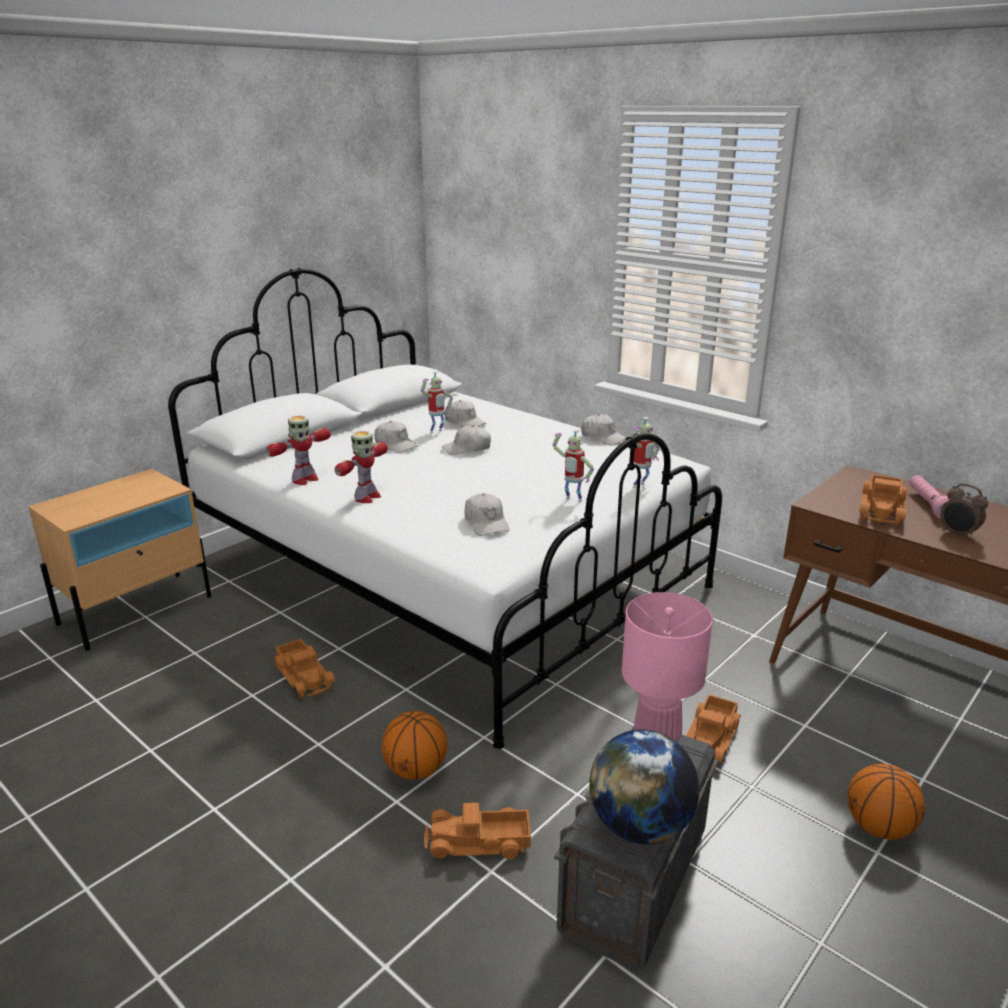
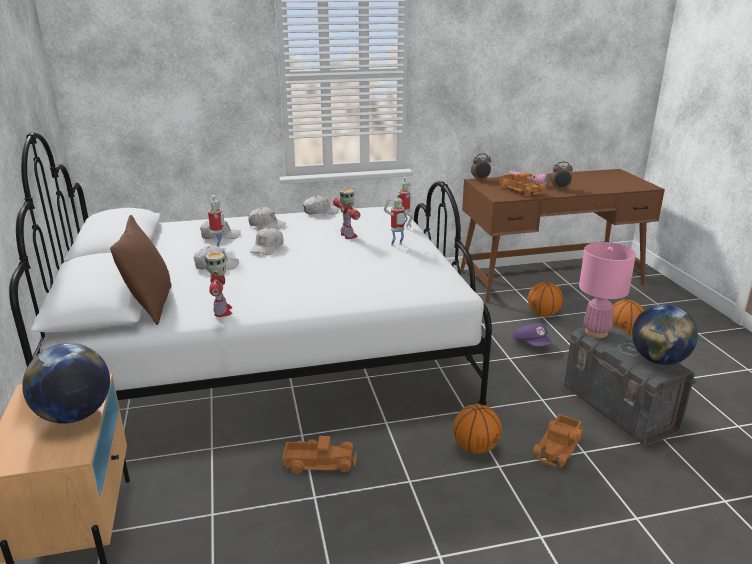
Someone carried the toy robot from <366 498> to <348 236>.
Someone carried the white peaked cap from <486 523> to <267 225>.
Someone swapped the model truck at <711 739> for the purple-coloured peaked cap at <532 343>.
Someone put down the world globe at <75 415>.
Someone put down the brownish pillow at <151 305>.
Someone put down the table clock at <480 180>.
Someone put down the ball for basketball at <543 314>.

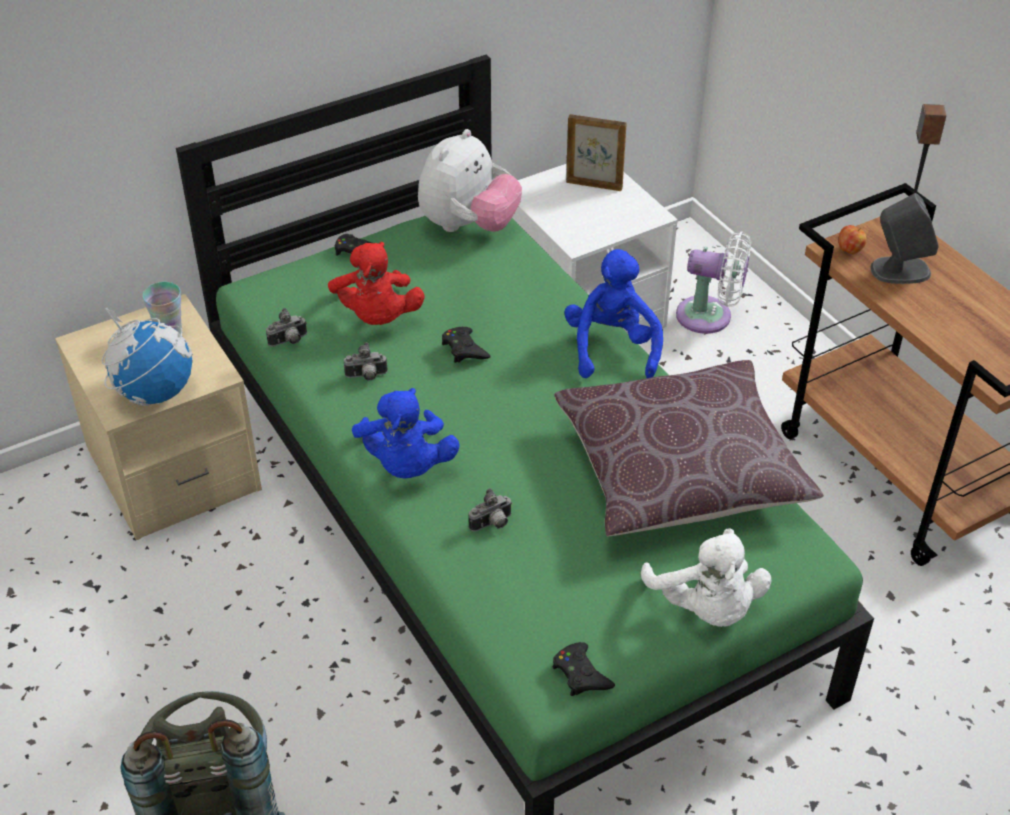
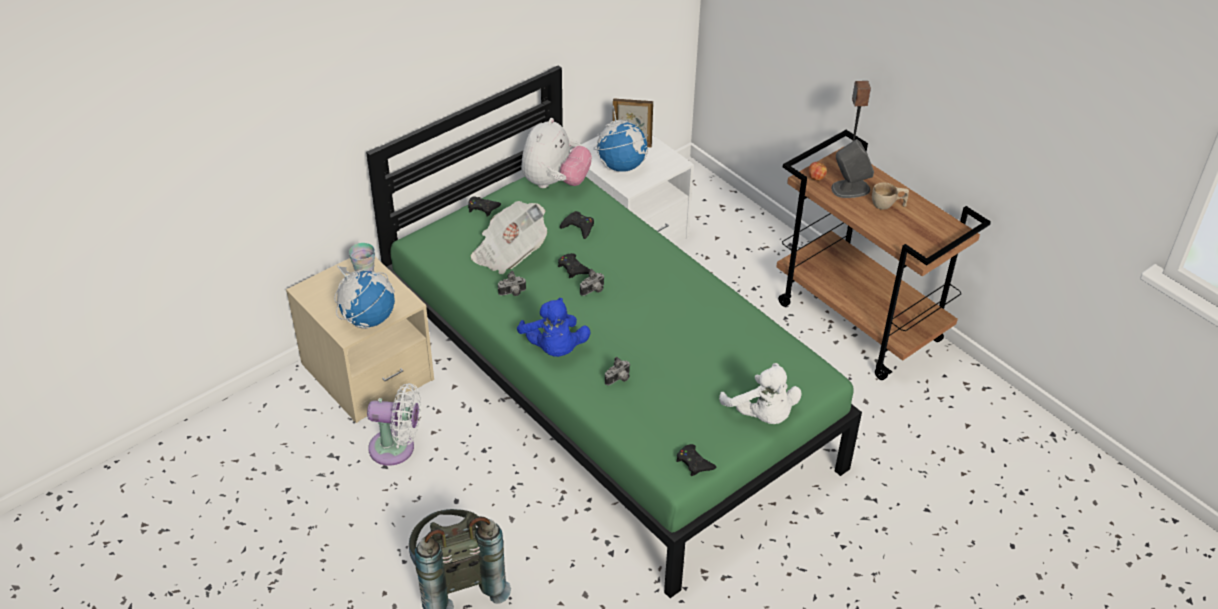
Someone carried the still camera from <289 342> to <593 291>.
Someone swapped the reddish soft toy at <377 317> for the daily paper at <509 253>.
Someone took away the brownish pillow at <680 470>.
Someone took away the bluish soft toy at <612 348>.
Someone carried the white cooling fan from <710 317> to <397 448>.
Someone put down the black-coloured game controller at <578 227>.
Someone put down the world globe at <621 165>.
Someone put down the sand-coloured cup at <888 205>.

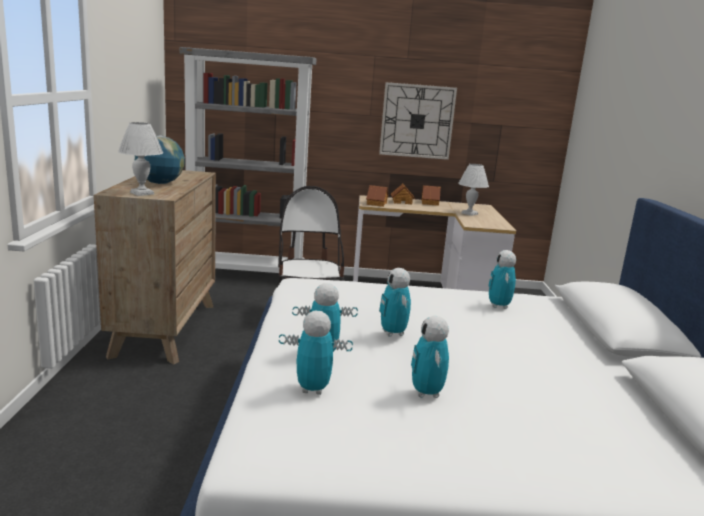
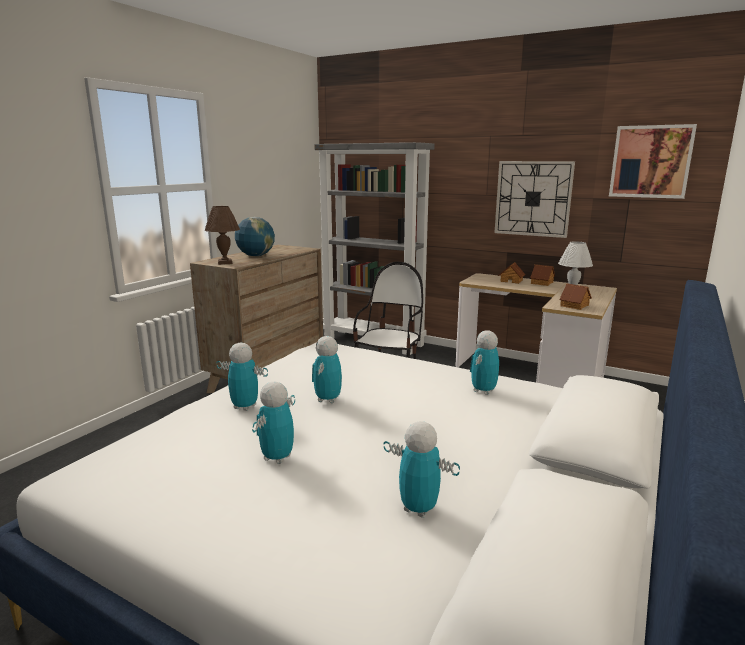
Someone repainted the white table lamp at <142 193>, which became the brownish table lamp at <225 263>.
Someone carried the toy robot from <312 389> to <418 509>.
Someone carried the model house from <377 204> to <575 305>.
Someone put up the wall art at <650 162>.

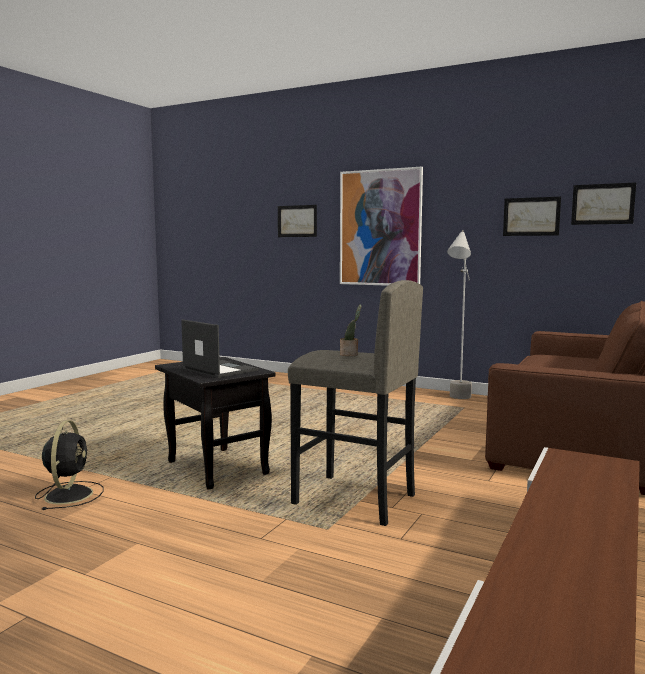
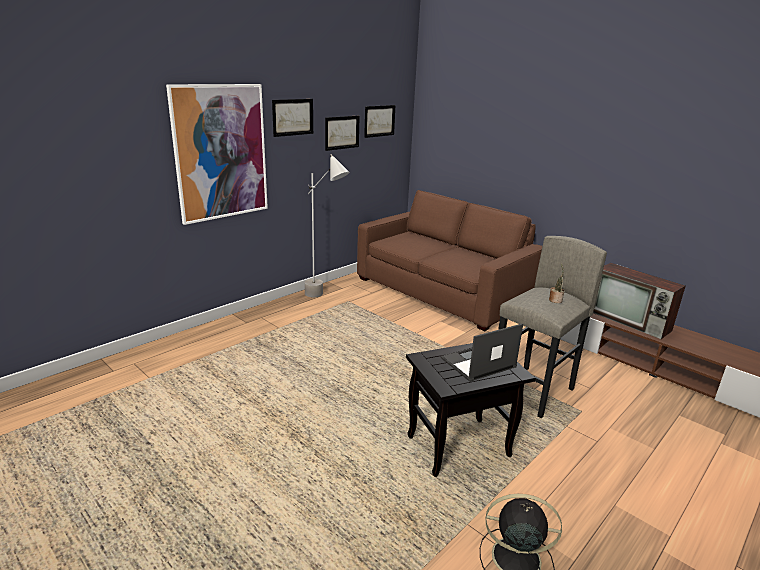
Someone carried the wall art from <297 221> to <293 117>.
Someone put down the television at <630 321>.

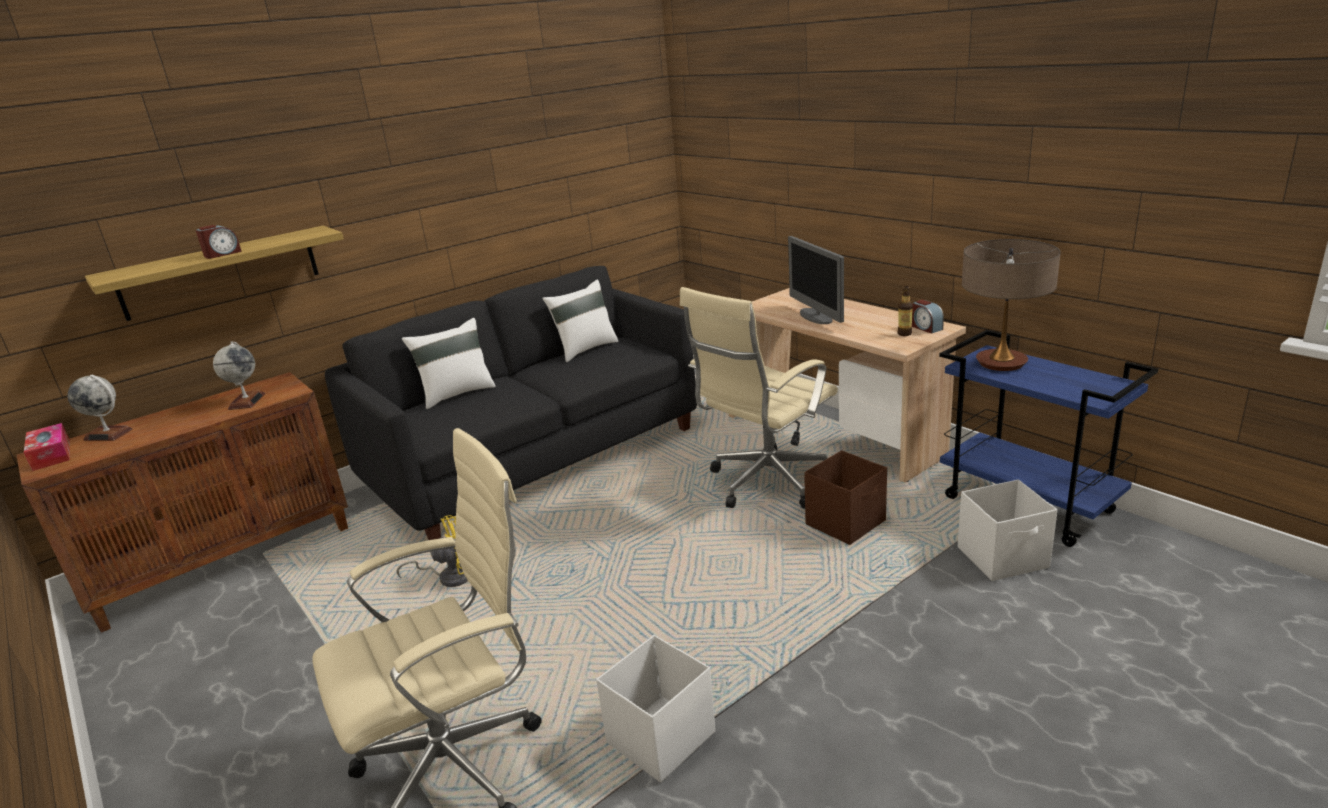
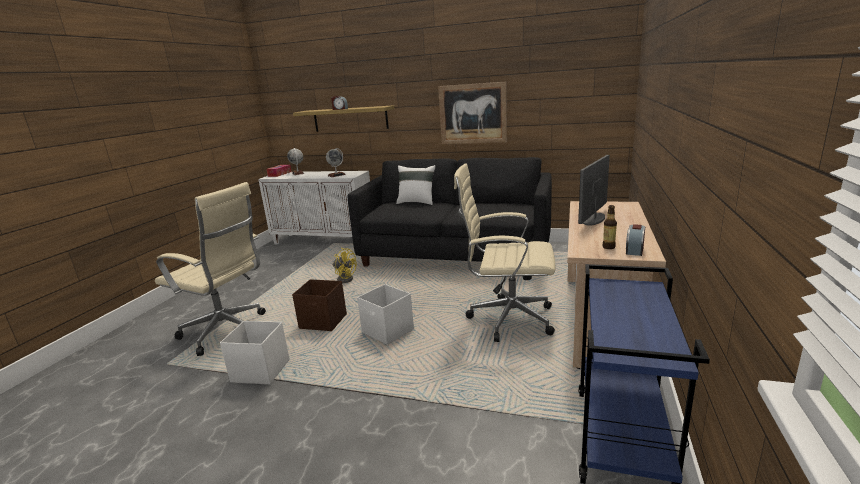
Someone repainted the brownish storage cabinet at <227 561>, which became the white storage cabinet at <324 240>.
Someone took away the white pillow at <585 349>.
Someone carried the brownish storage box from <846 522> to <323 322>.
Someone carried the white storage box from <1003 557> to <388 331>.
Someone took away the table lamp at <1001 363>.
Someone put up the wall art at <472 114>.

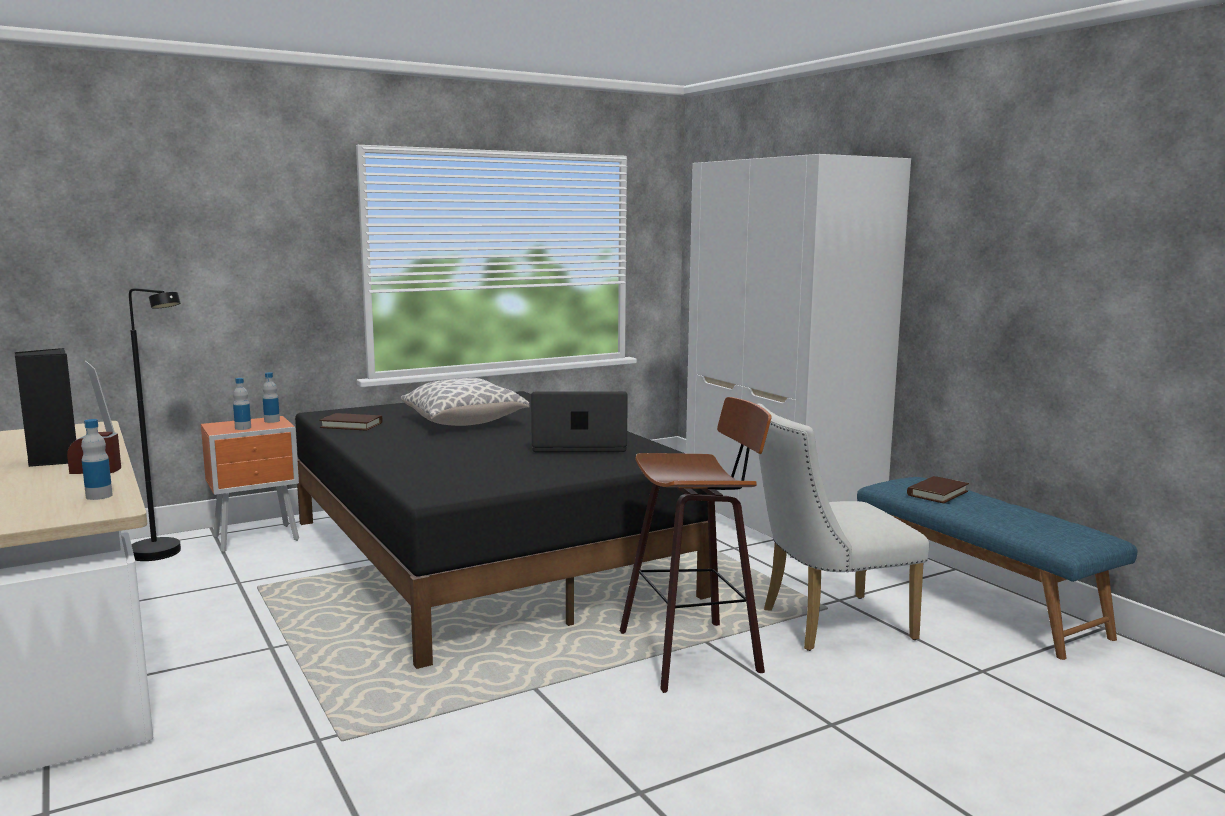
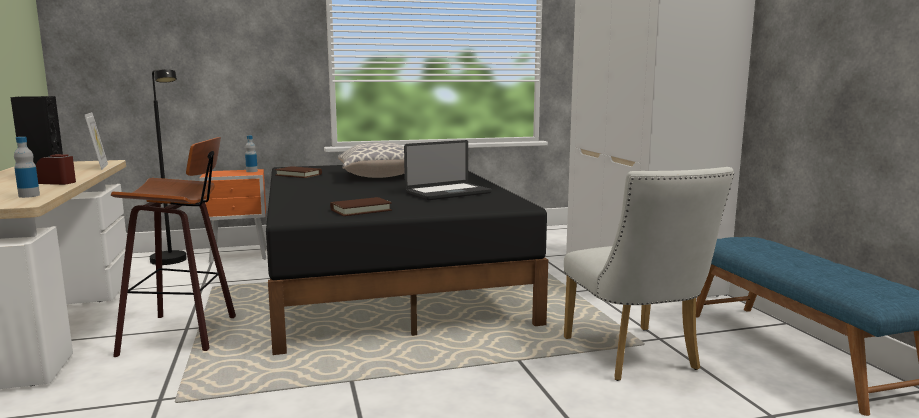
Someone took away the beverage bottle at <243 428>.
Someone rotated the notebook computer at <579 446> by 135 degrees clockwise.
Someone carried the stool seat from <694 652> to <184 334>.
Someone rotated the white plain chair at <826 624> by 105 degrees counterclockwise.
Someone carried the brownish volume from <937 493> to <361 210>.

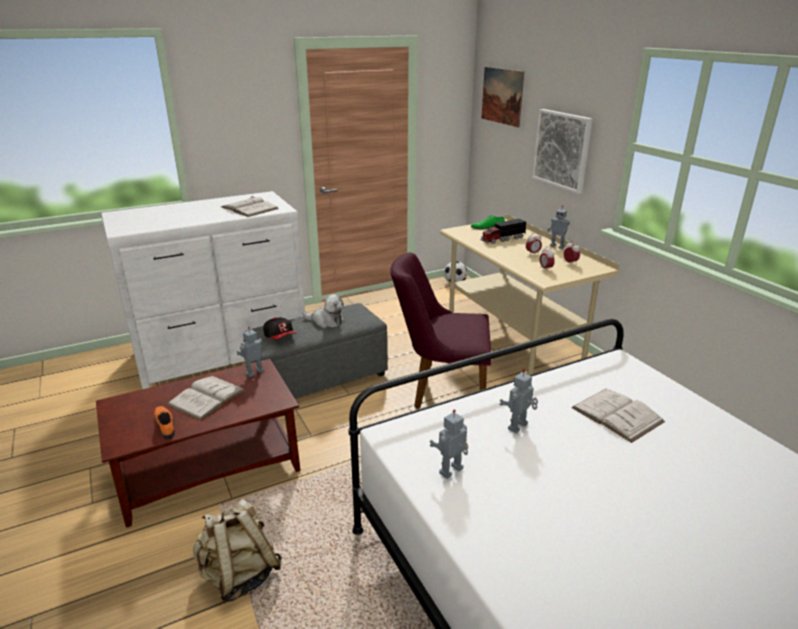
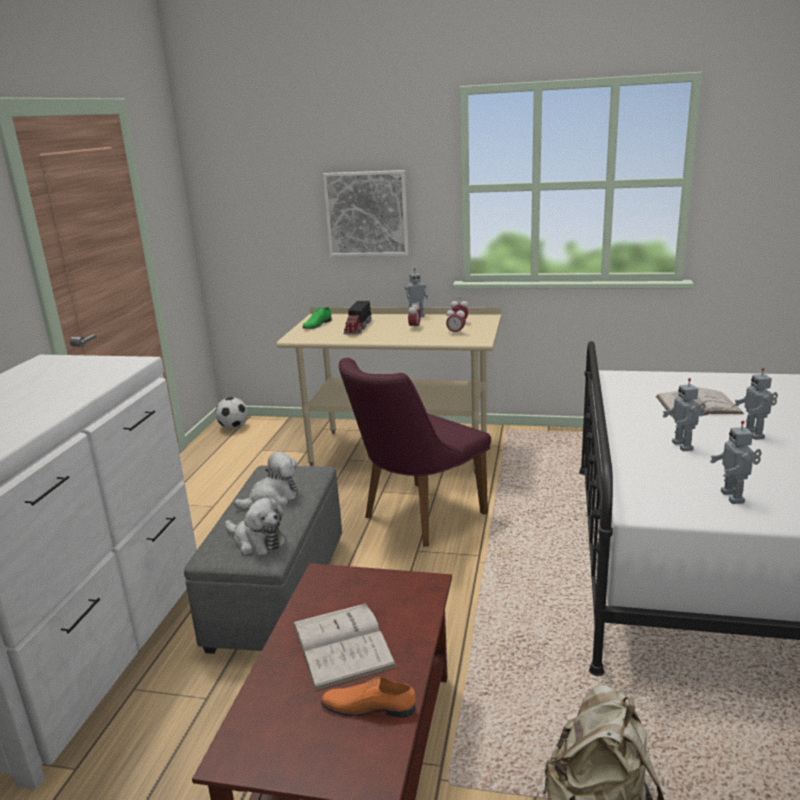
Someone took away the white volume at <249 208>.
Someone carried the toy robot from <255 373> to <754 434>.
Someone swapped the peaked cap at <280 337> for the soft toy at <257 541>.
Someone took away the wall art at <502 96>.

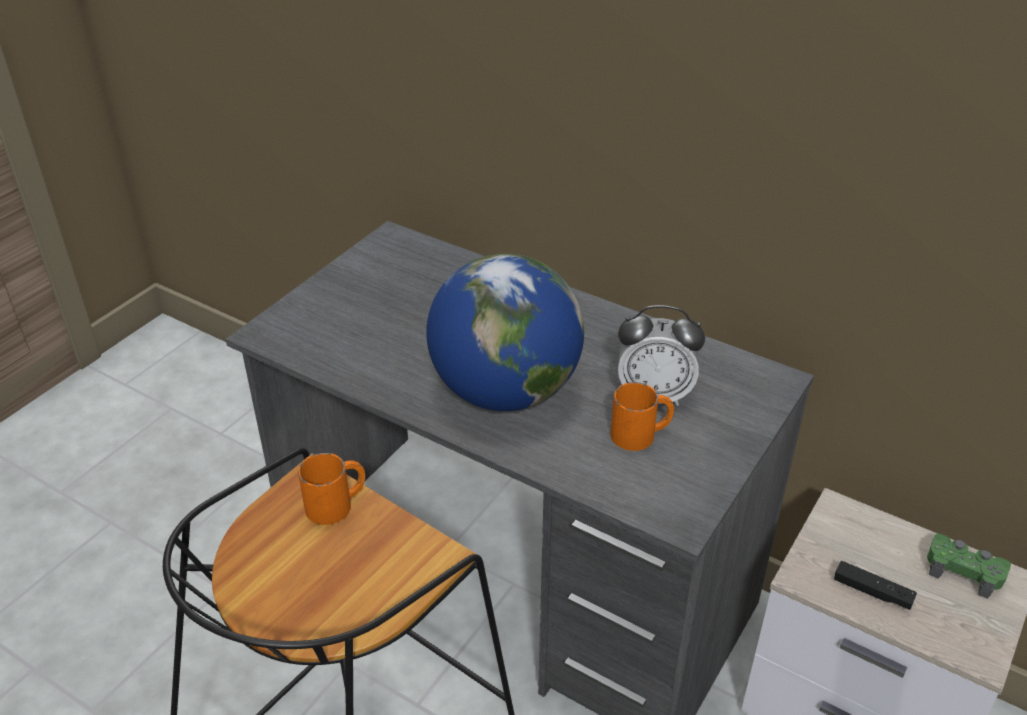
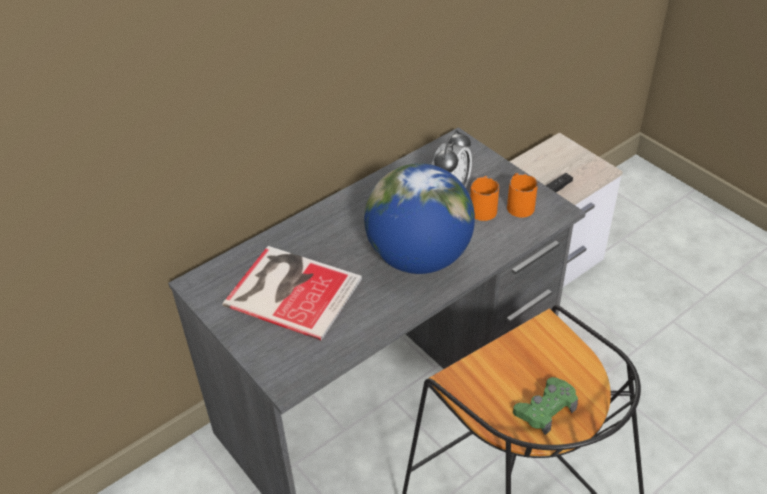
Someone carried the orange mug from <337 503> to <518 204>.
Someone carried the greenish game controller from <964 570> to <545 409>.
Someone put down the volume at <291 289>.

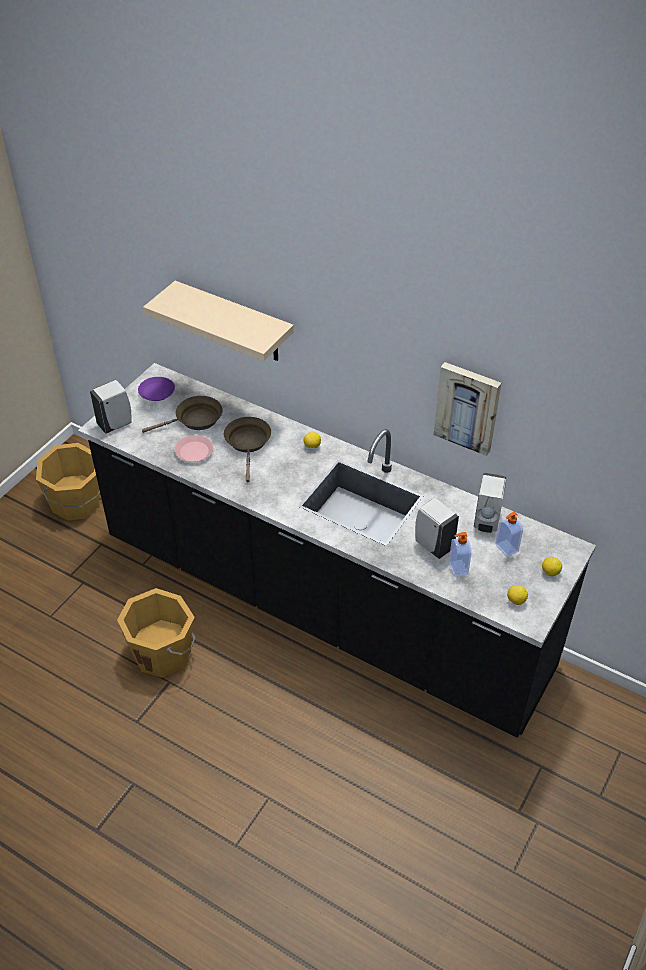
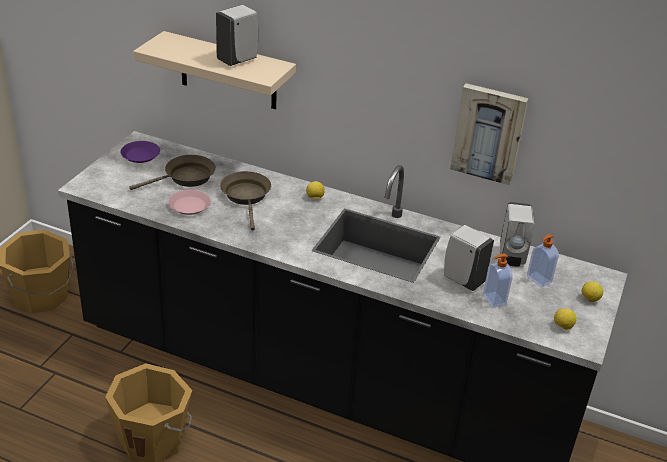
Someone carried the white liquid soap bottle from <116 424> to <238 60>.

